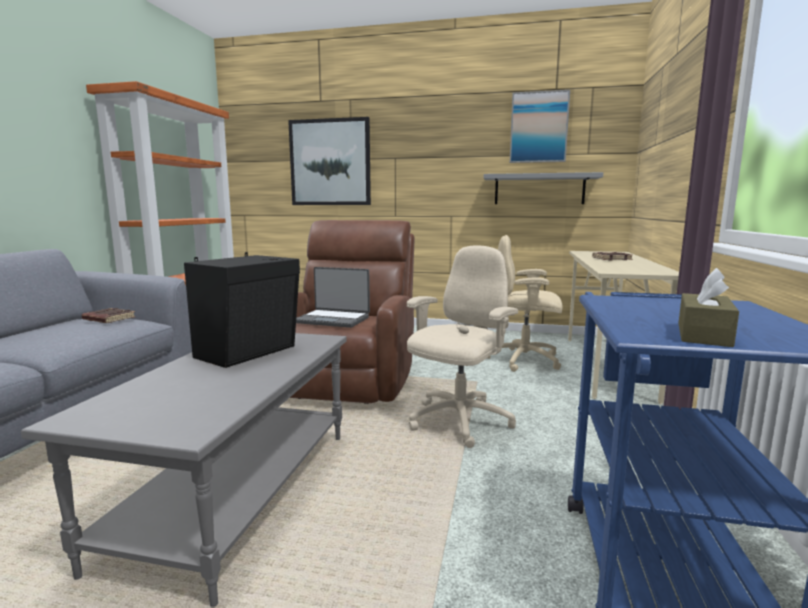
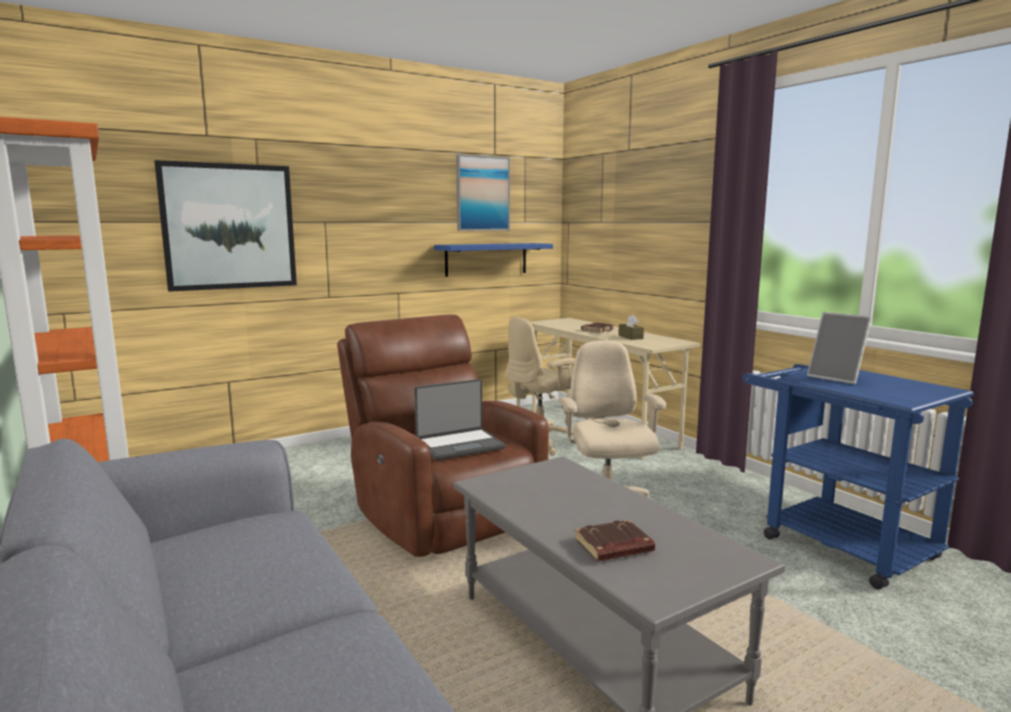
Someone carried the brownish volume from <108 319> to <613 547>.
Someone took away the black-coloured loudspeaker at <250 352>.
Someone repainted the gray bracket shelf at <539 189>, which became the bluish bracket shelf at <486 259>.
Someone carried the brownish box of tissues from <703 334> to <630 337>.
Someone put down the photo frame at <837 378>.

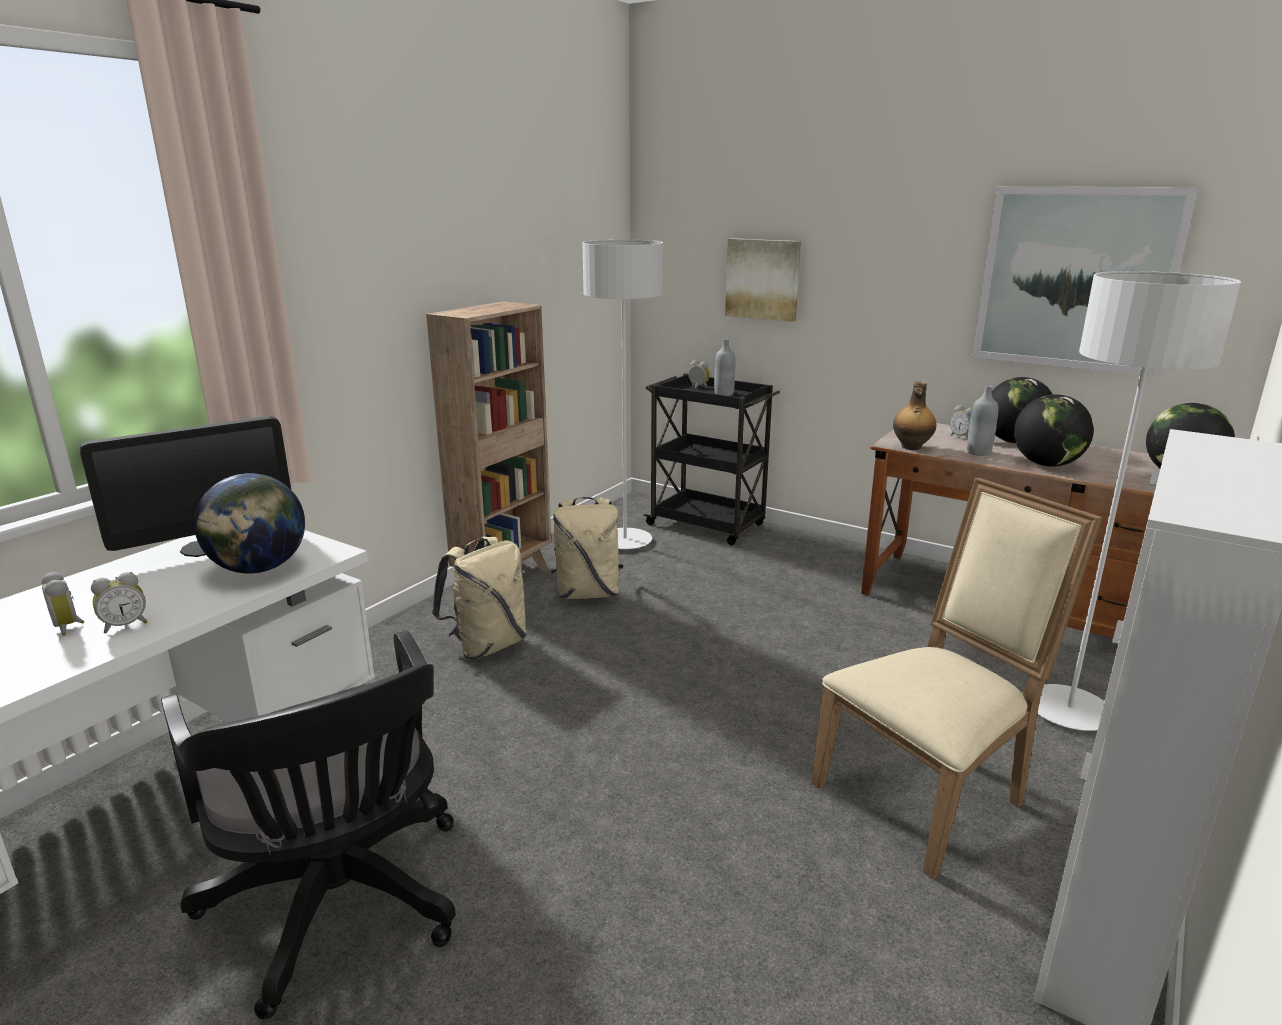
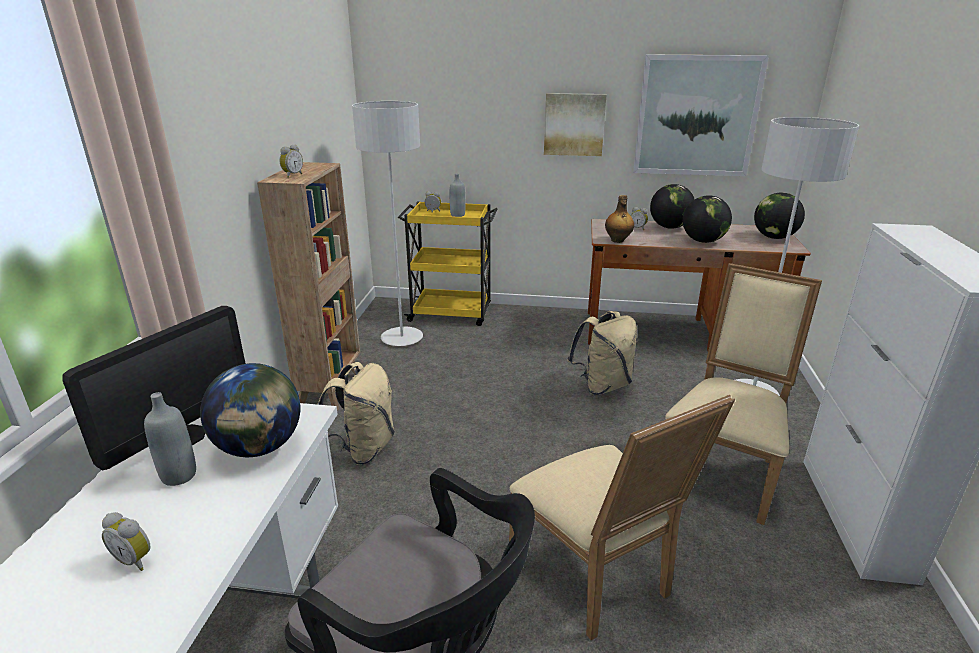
Someone carried the table clock from <125 625> to <292 175>.
Someone carried the sand-coloured backpack from <588 593> to <602 385>.
Someone repainted the black-coloured wheeled cart at <708 525>, which became the yellowish wheeled cart at <452 313>.
Someone carried the wall art from <763 279> to <574 124>.
Someone carried the gray beverage bottle from <978 452> to <179 475>.
Someone put down the sand-coloured plain chair at <596 578>.

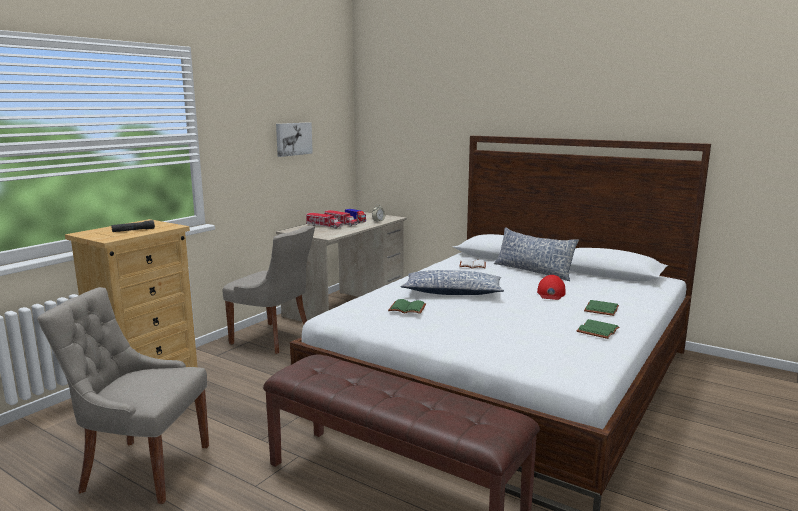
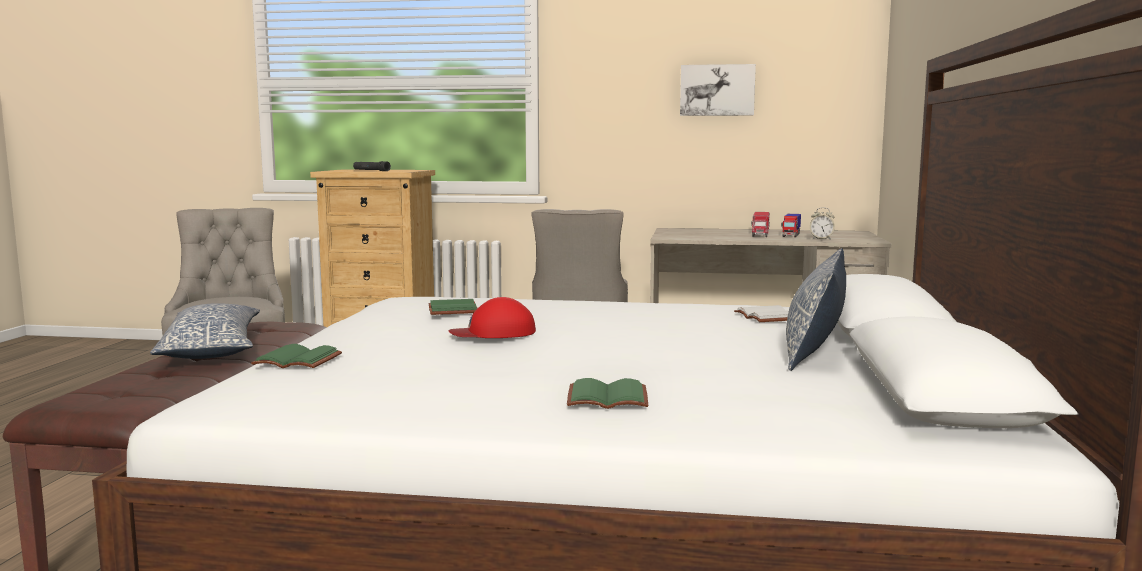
Someone took away the model truck at <324 226>.
Someone carried the pillow from <452 293> to <213 349>.
Someone carried the reddish peaked cap from <551 293> to <494 332>.
Someone carried the greenish volume from <597 330> to <300 360>.

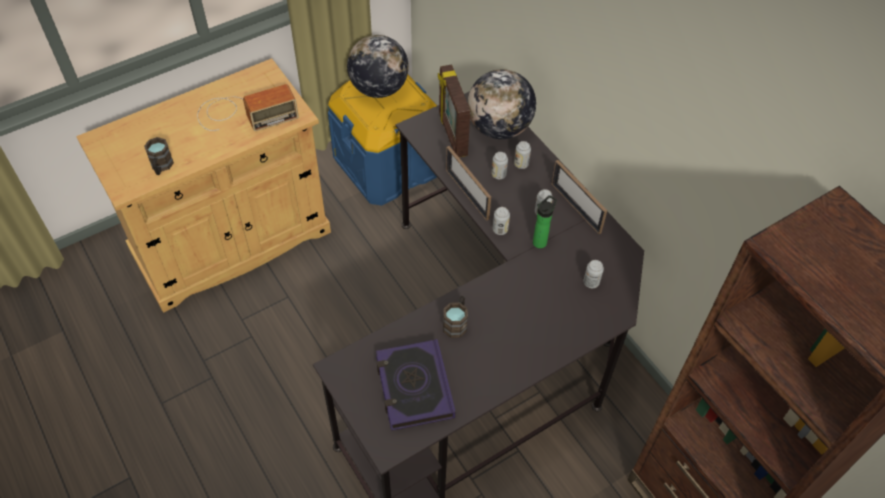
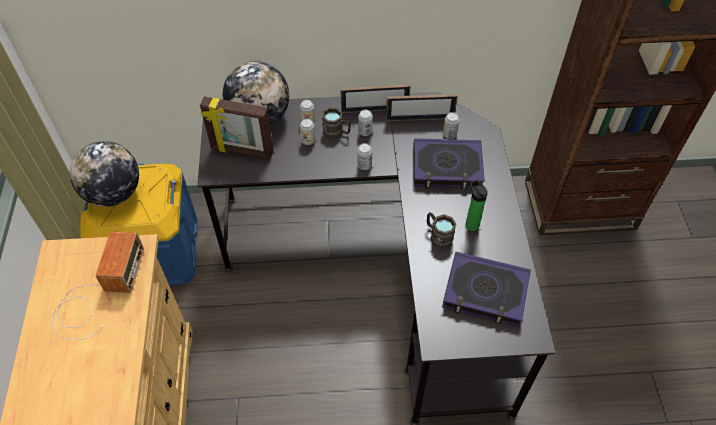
Someone carried the brownish mug from <161 167> to <337 132>.
Someone carried the photo frame from <467 194> to <419 119>.
Someone carried the beverage bottle from <541 241> to <471 223>.
Someone put down the volume at <447 168>.

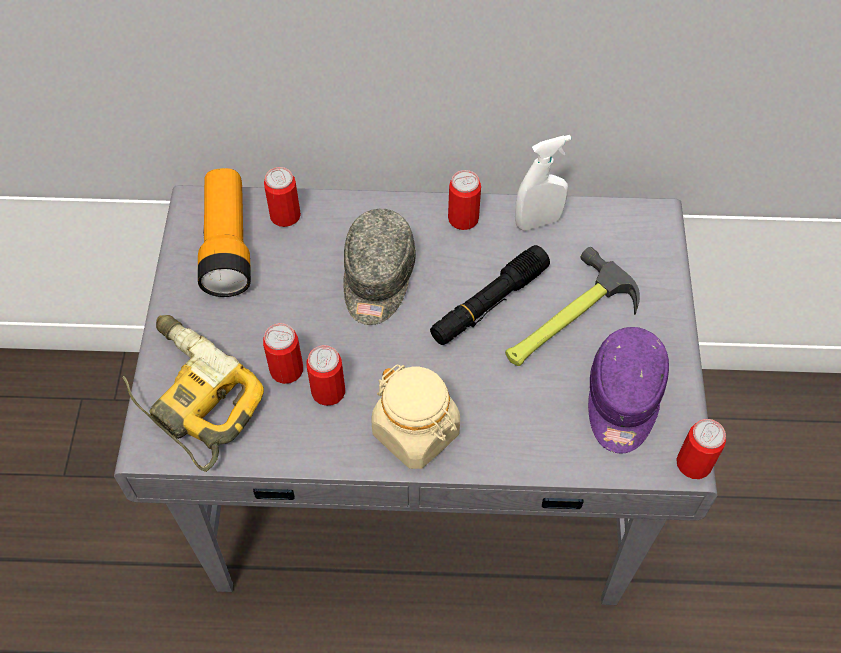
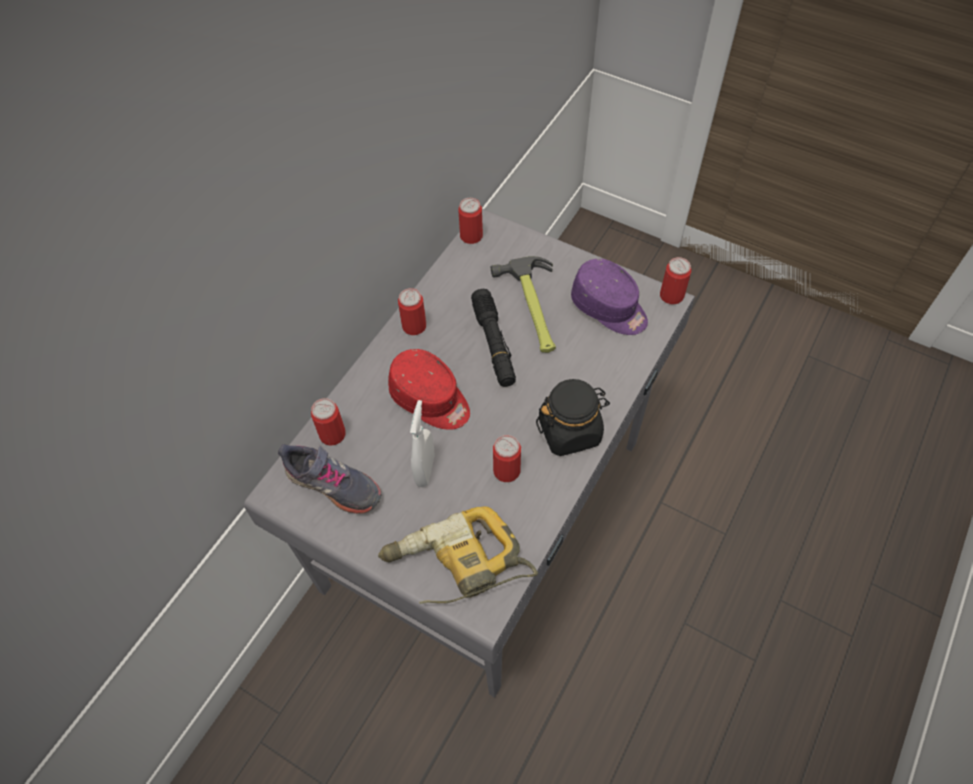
Someone swapped the torch at <227 245> for the gray shoe at <333 485>.
Someone carried the sealed can from <286 370> to <471 236>.
Someone repainted the gray peaked cap at <377 279>, which became the reddish peaked cap at <431 399>.
Someone repainted the sand-coloured preserve jar at <416 432>, which became the black-coloured preserve jar at <570 431>.
Someone carried the white spray bottle from <538 222> to <425 470>.

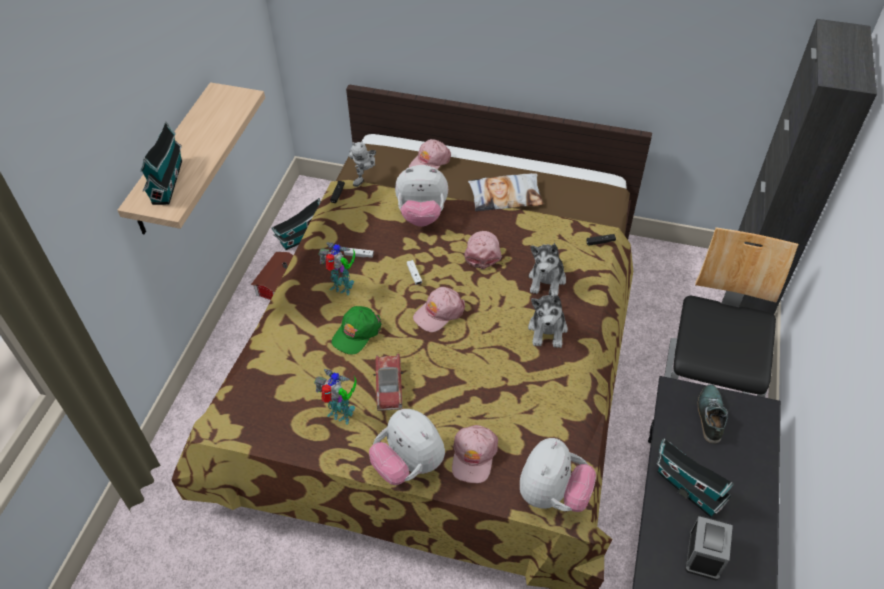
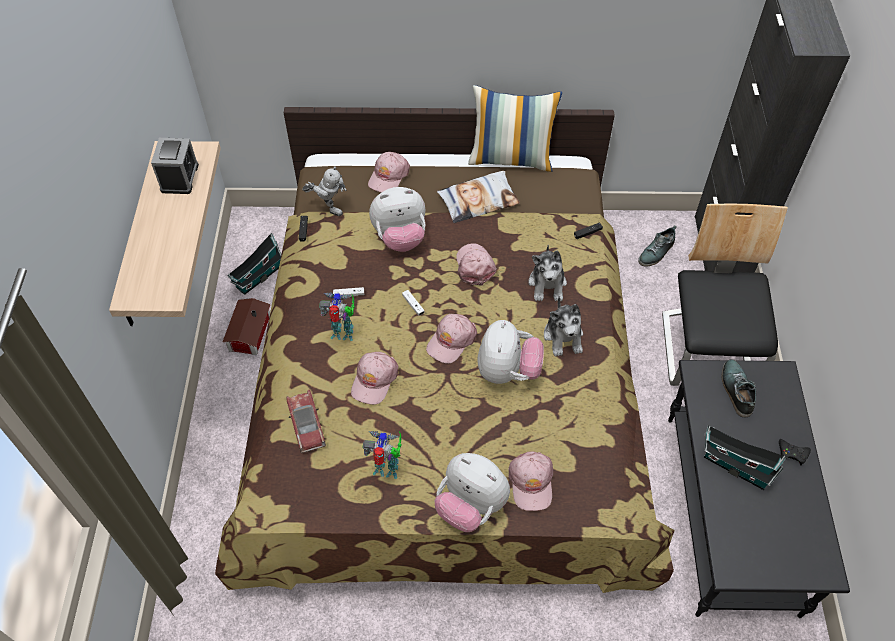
Someone took away the model house at <168 180>.
Someone repainted the greenish peaked cap at <356 333>, which became the pinkish peaked cap at <374 380>.
Someone rotated the toy robot at <366 178> by 75 degrees counterclockwise.
Someone carried the model car from <389 386> to <306 424>.
Someone carried the soft toy from <552 494> to <507 371>.
Someone carried the table clock from <704 555> to <179 178>.
Someone put down the pillow at <511 158>.
Someone put down the shoe at <656 252>.
Someone put down the black-coloured game controller at <792 453>.

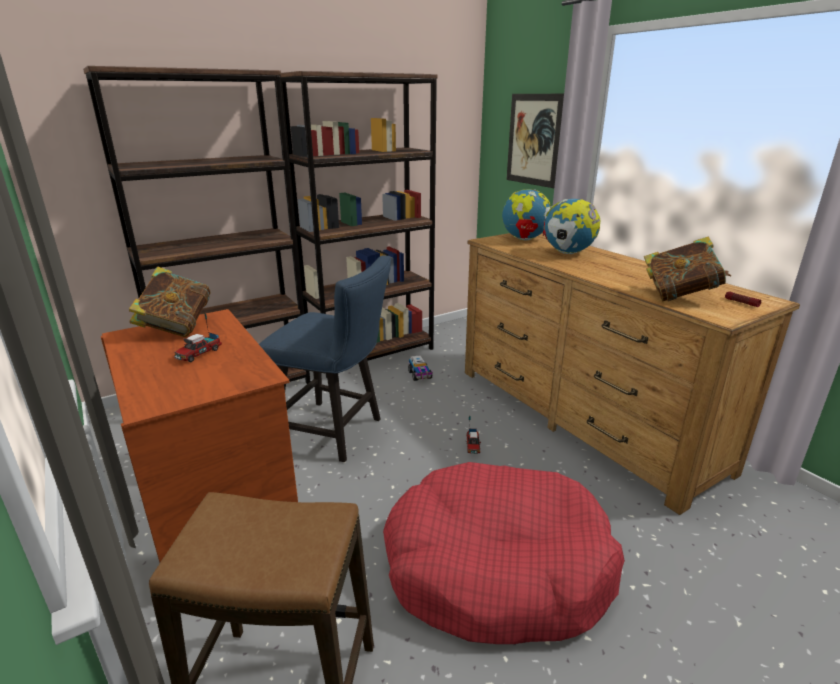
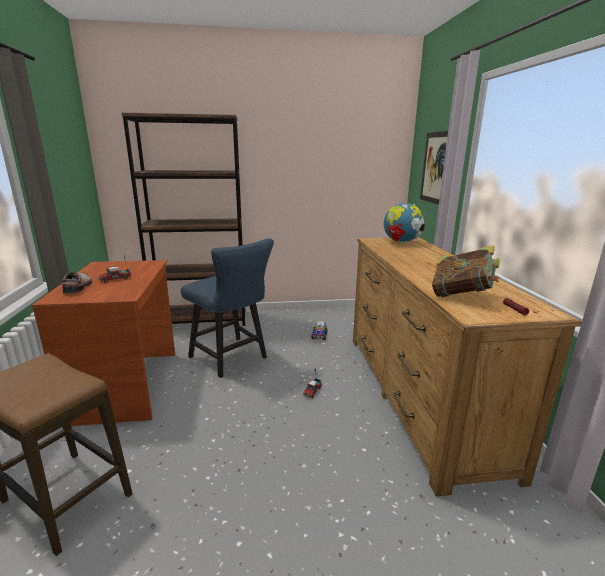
Someone took away the volume at <176 327>.
Someone took away the brownish bookshelf at <372 354>.
Someone took away the reddish dog bed at <496 568>.
Someone took away the world globe at <567 253>.
Someone put down the shoe at <79 287>.

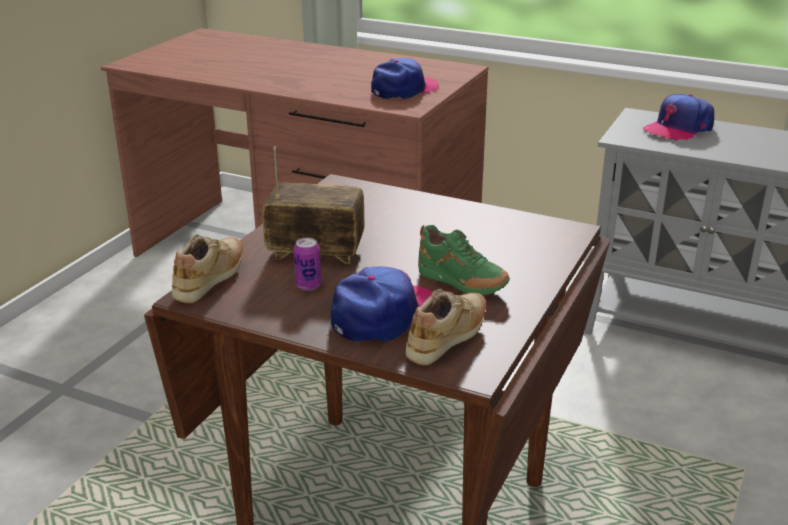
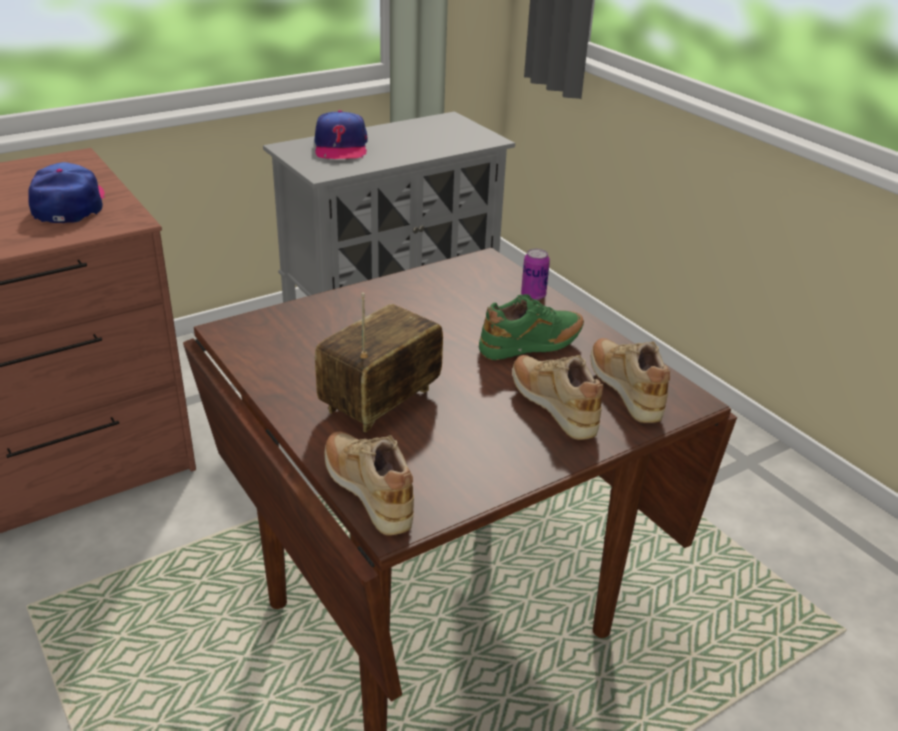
Someone carried the sealed can from <308 285> to <533 295>.
Someone swapped the peaked cap at <385 316> for the sand-coloured shoe at <554 408>.

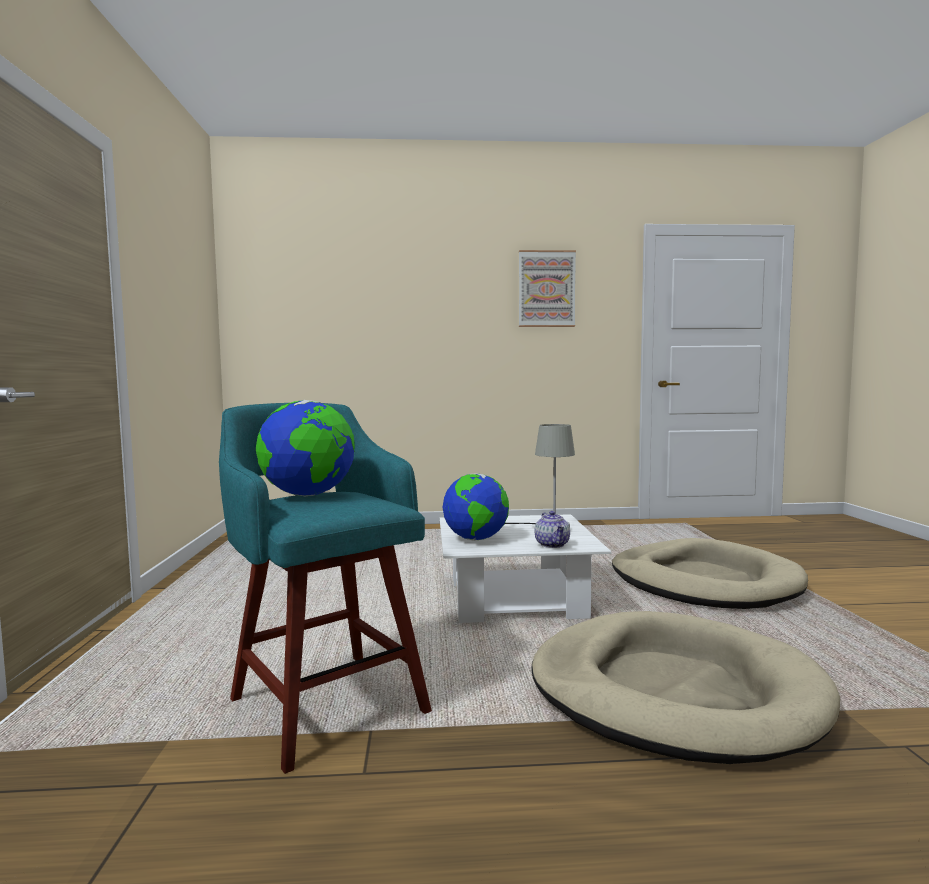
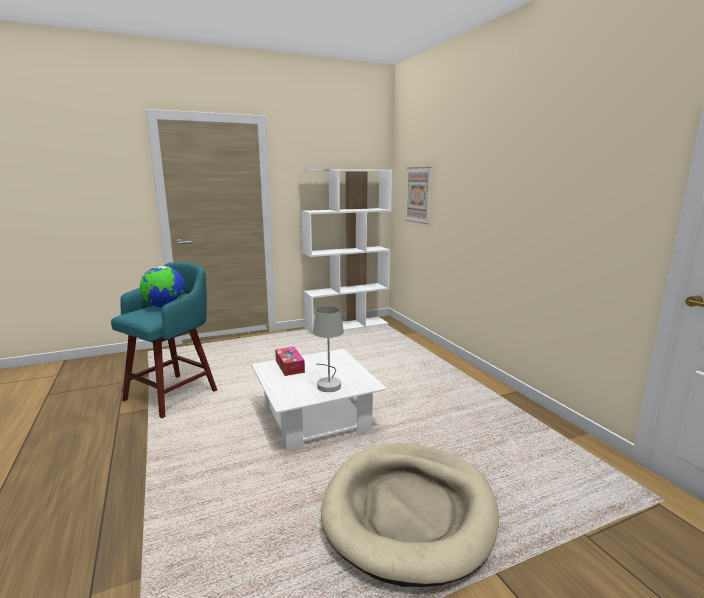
Someone swapped the world globe at <476 539> for the box of tissues at <289 366>.
Someone carried the wall art from <546 289> to <418 195>.
Someone took away the sand-coloured dog bed at <673 692>.
Someone took away the tea pot at <552 545>.
Someone put down the white bookshelf at <347 326>.

